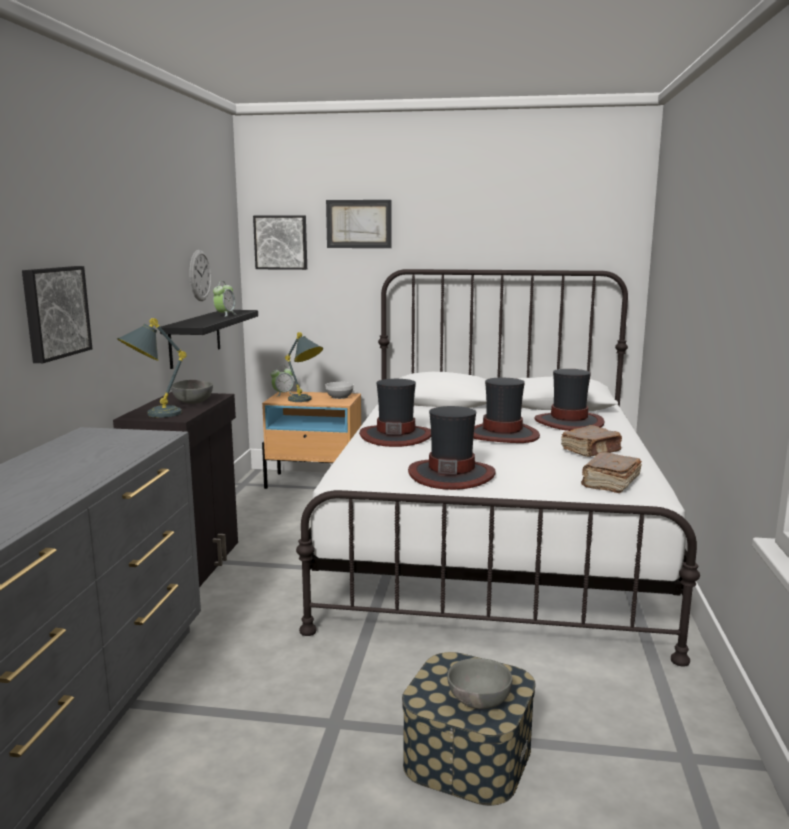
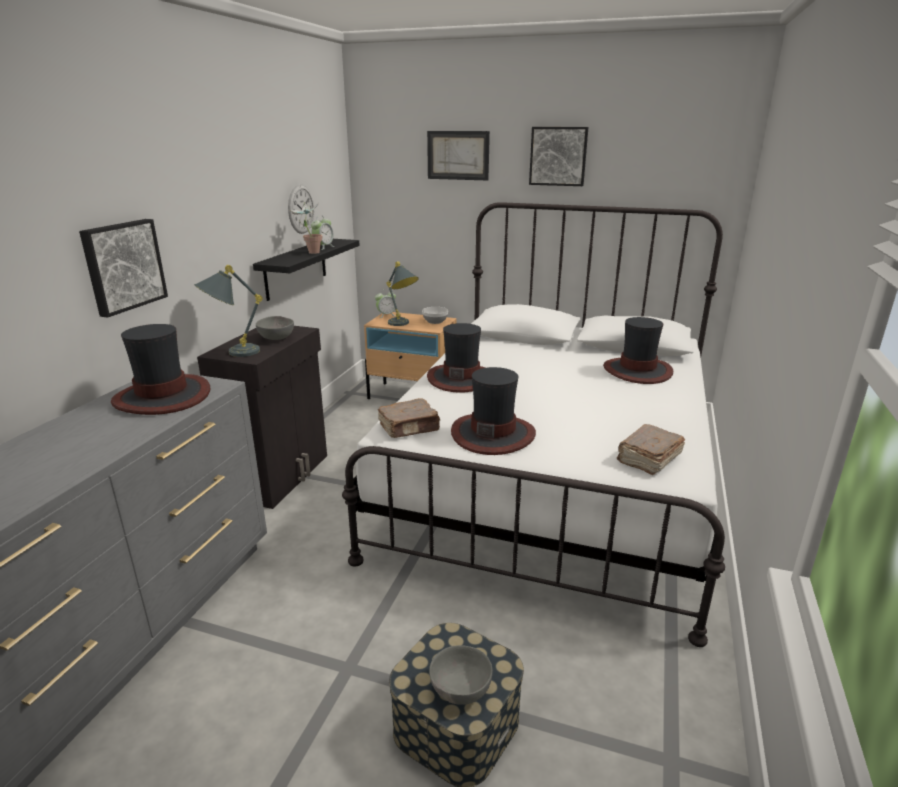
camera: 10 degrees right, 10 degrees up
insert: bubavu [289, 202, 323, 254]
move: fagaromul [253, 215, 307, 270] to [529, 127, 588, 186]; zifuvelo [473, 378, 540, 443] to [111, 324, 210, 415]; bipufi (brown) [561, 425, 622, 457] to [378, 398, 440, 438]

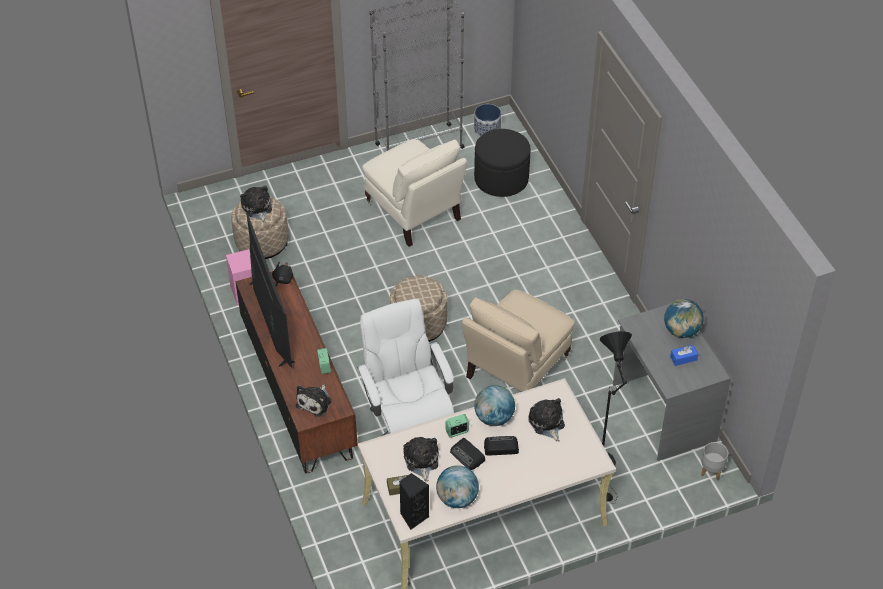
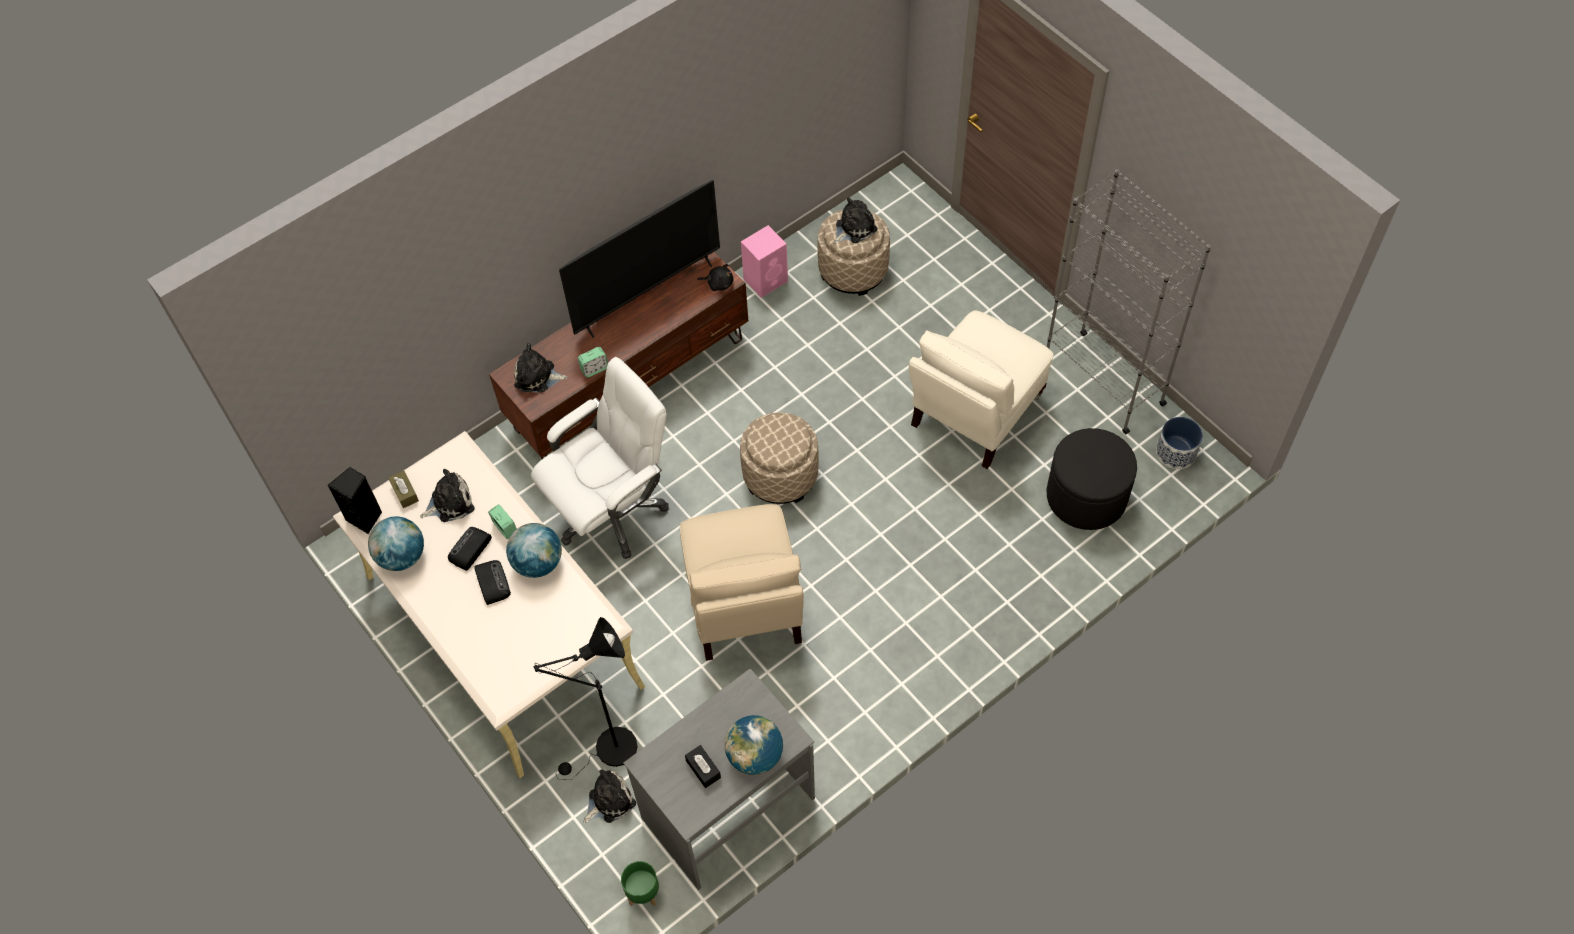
camera: 75 degrees right, 10 degrees up
move: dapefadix [528, 398, 565, 442] to [584, 769, 636, 823]
recolor: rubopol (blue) [670, 345, 698, 366] to rubopol (black) [685, 745, 721, 788]; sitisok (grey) [701, 442, 728, 481] to sitisok (green) [621, 861, 659, 906]
rotate: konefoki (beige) [462, 290, 575, 392] = [680, 504, 804, 661] 120 degrees counterclockwise

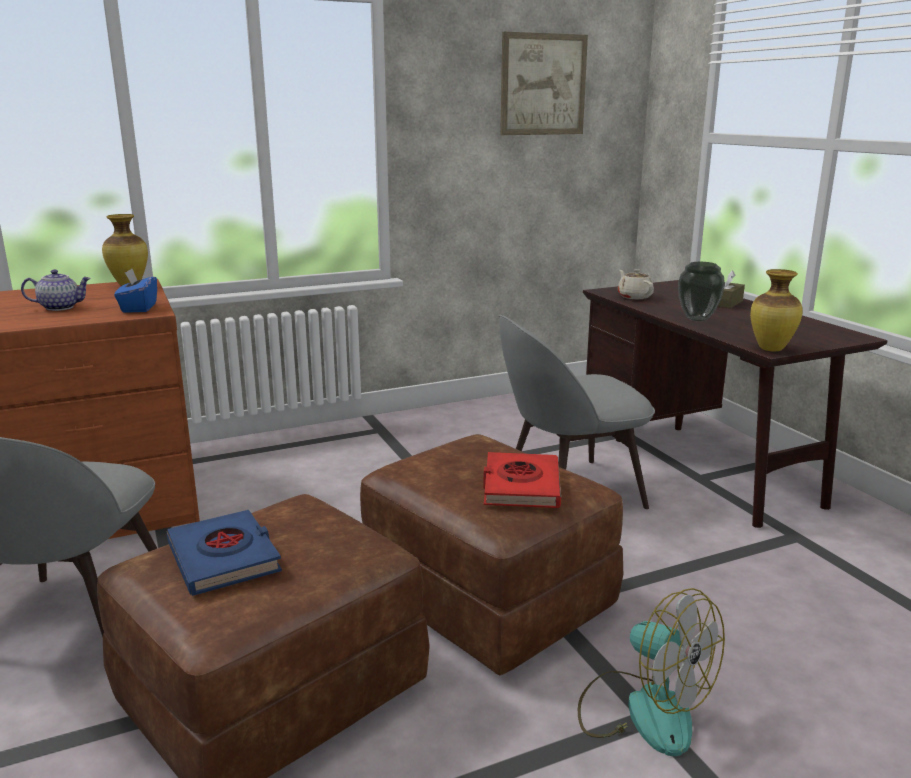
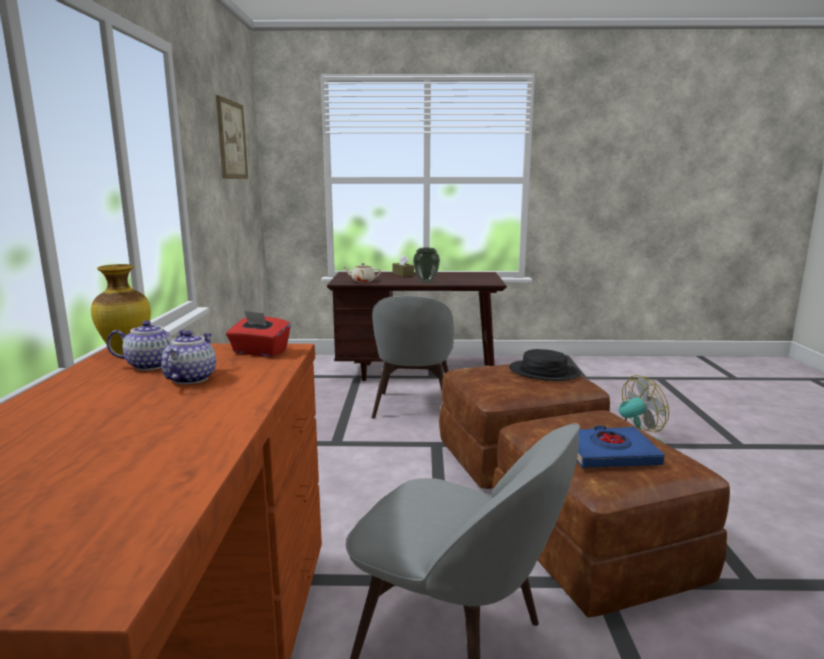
camera: 65 degrees left, 5 degrees down
delete: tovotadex [750, 269, 803, 351]
insert: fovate [107, 321, 187, 371]
replace: bipufi (red) [483, 452, 561, 508] to zifuvelo (black) [509, 349, 581, 381]
recolor: rubopol (blue) [114, 268, 157, 313] to rubopol (red) [226, 311, 291, 357]

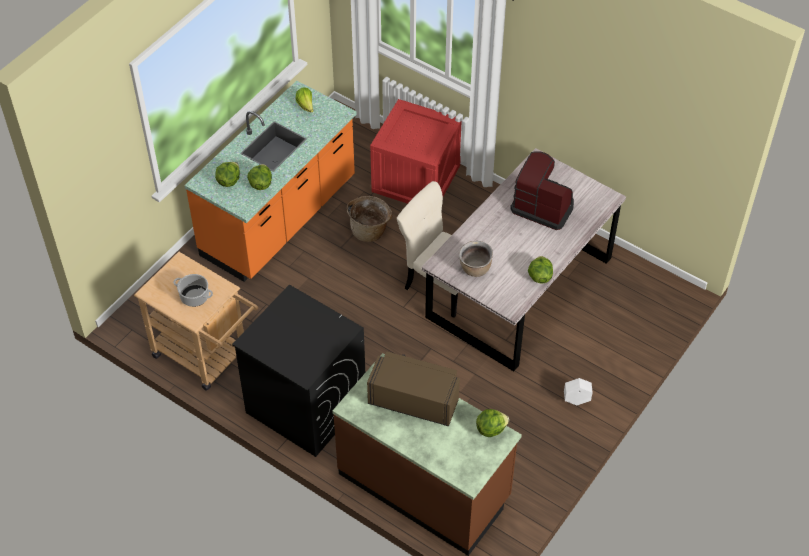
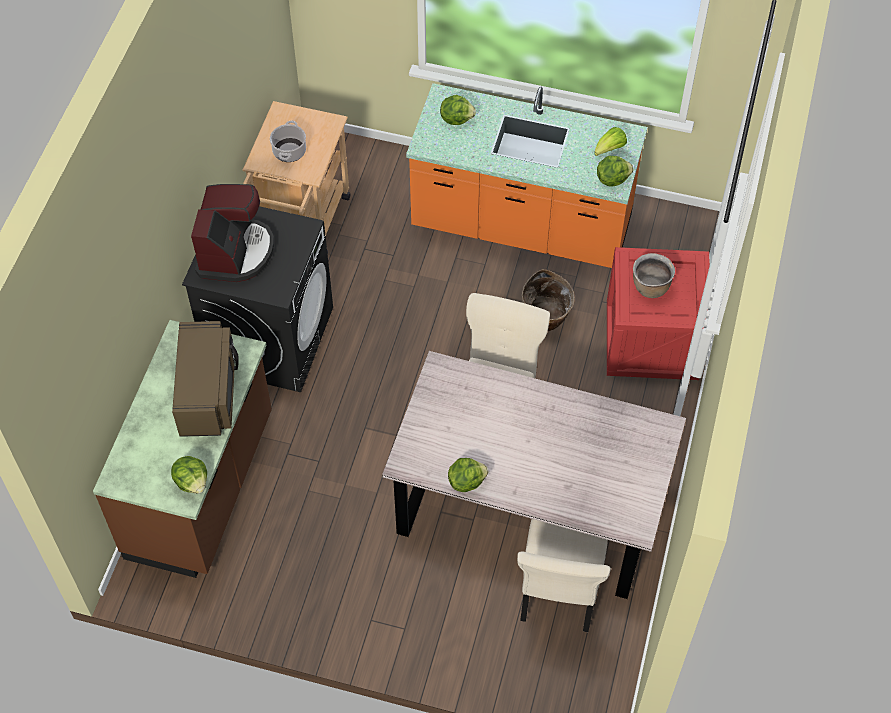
camera: 70 degrees right, 5 degrees up
delete: sitisok (white) [564, 378, 593, 405]
insert: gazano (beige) [517, 519, 611, 632]
move: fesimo [247, 164, 272, 190] to [597, 156, 634, 187]; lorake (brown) [459, 241, 493, 277] to [633, 253, 675, 298]; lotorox [510, 151, 574, 230] to [191, 184, 274, 282]

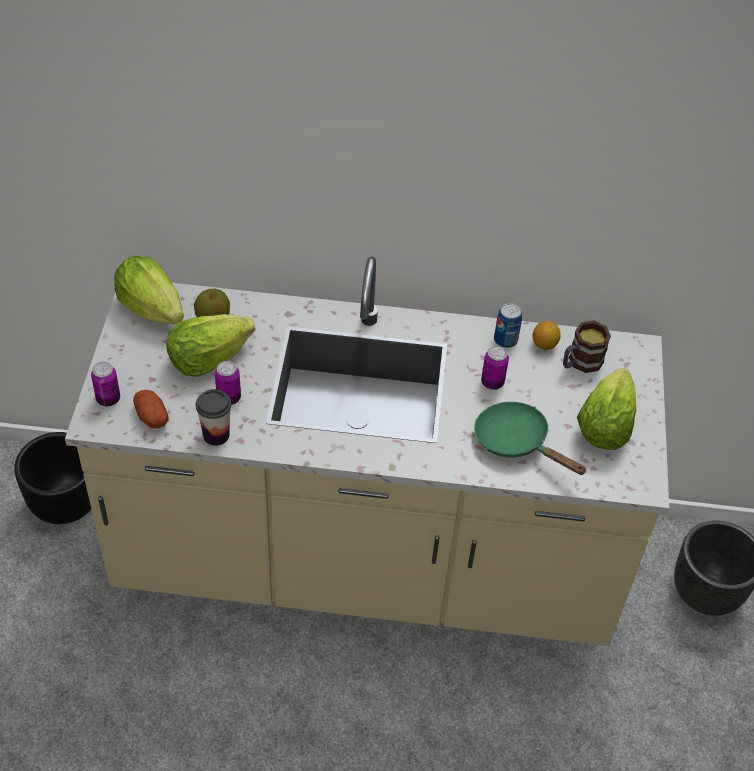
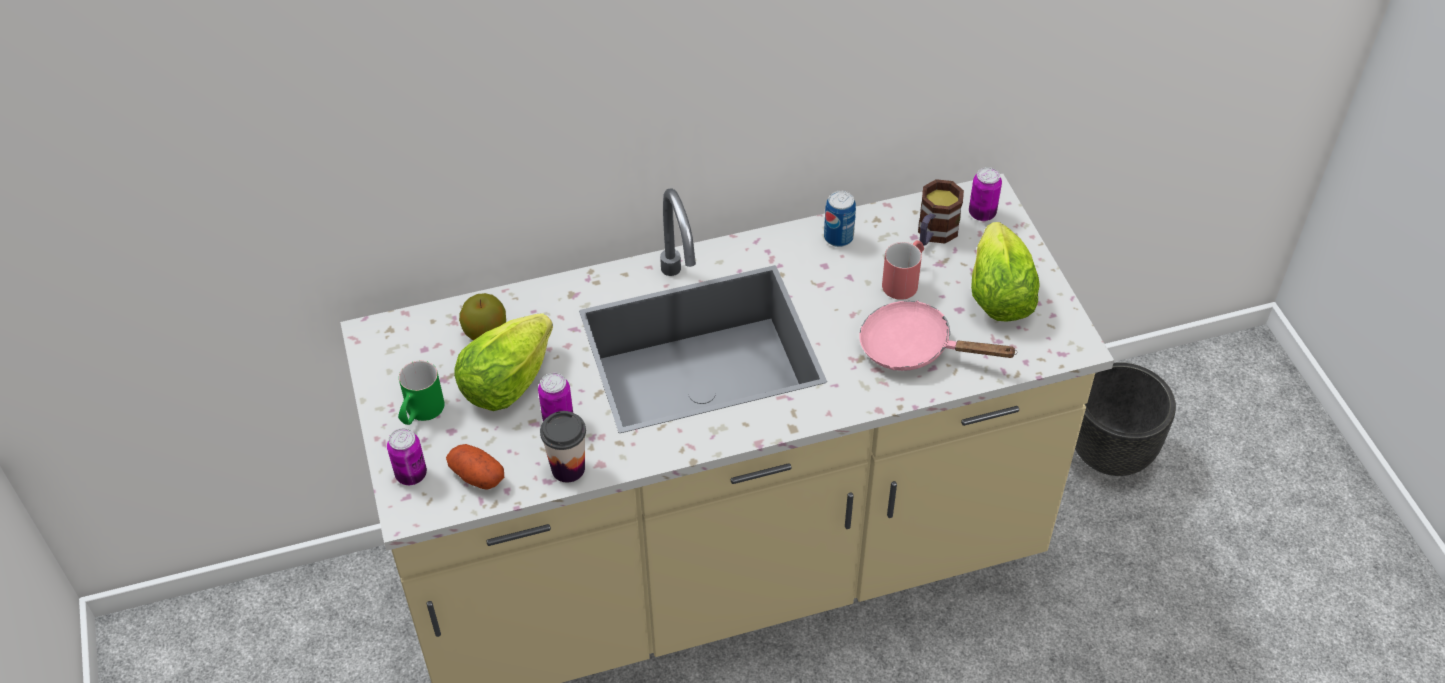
camera: 20 degrees left, 0 degrees up
delete: sitisok (black) [14, 432, 91, 524]; fesimo [114, 256, 184, 324]; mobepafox [532, 321, 561, 350]
insert: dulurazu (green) [398, 361, 444, 425]; dulurazu (red) [882, 240, 924, 300]
move: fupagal [481, 346, 509, 390] to [969, 167, 1002, 221]
recolor: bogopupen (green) [474, 402, 587, 475] to bogopupen (pink) [859, 300, 1018, 371]

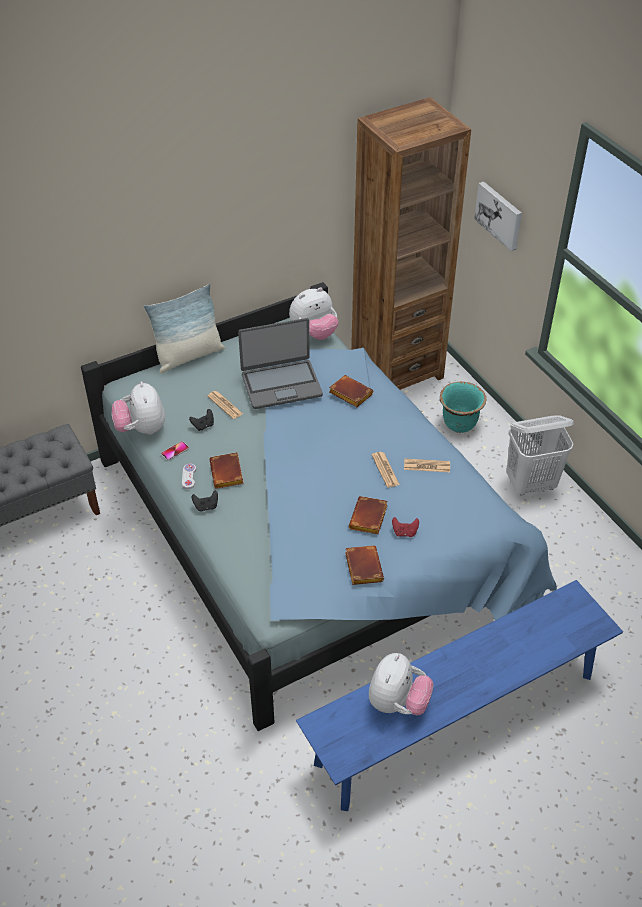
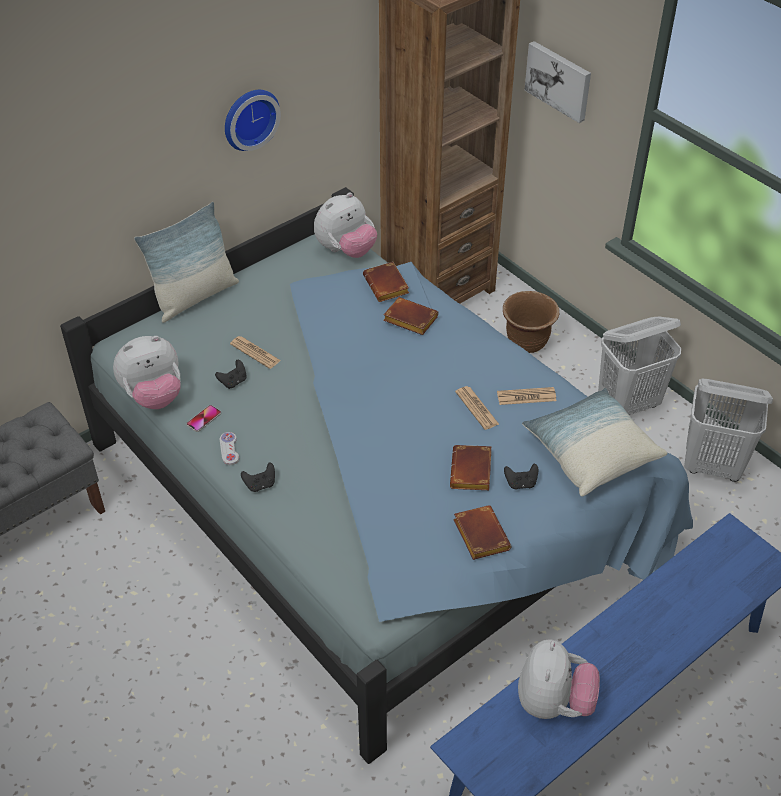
camera: 10 degrees left, 0 degrees up
delete: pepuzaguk [238, 318, 323, 409]
insert: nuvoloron [225, 90, 281, 151]; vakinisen [522, 388, 668, 496]; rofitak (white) [684, 379, 773, 482]
move: bipufi (brown) [209, 452, 244, 489] to [363, 262, 409, 302]
recolor: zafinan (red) [392, 517, 419, 537] to zafinan (black) [504, 464, 538, 490]; sitisok (turquoise) [440, 382, 486, 433] to sitisok (brown) [503, 291, 559, 353]
rotate: dapefadix [112, 381, 165, 435] = [113, 336, 181, 409] 90 degrees counterclockwise

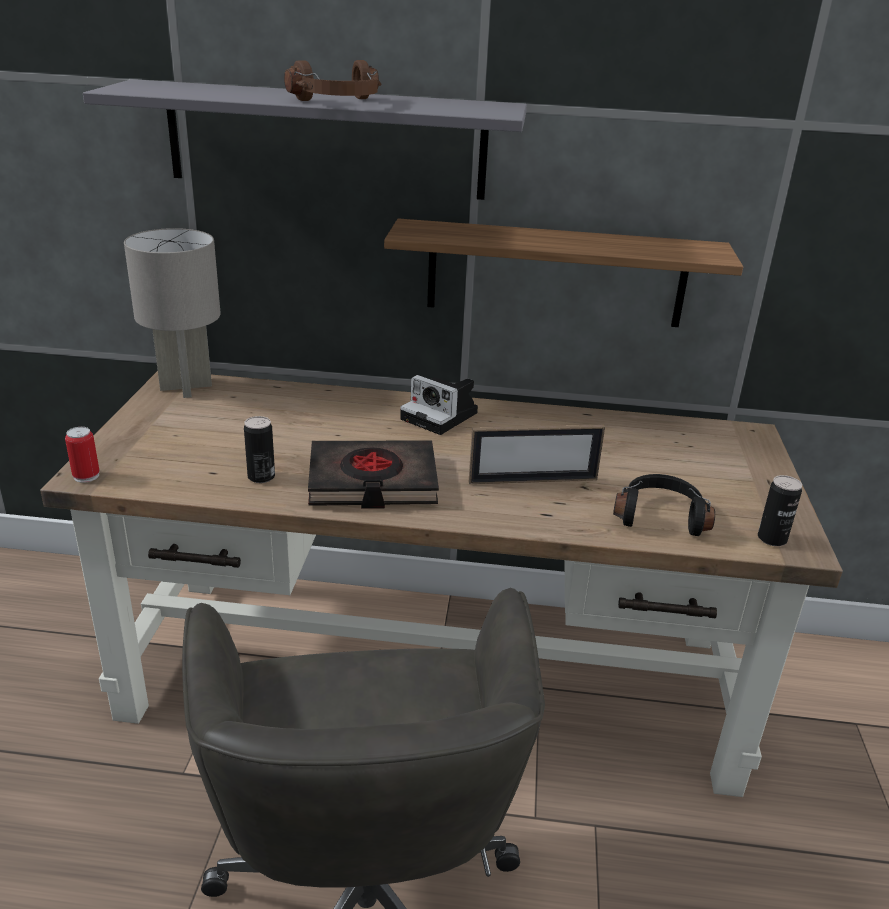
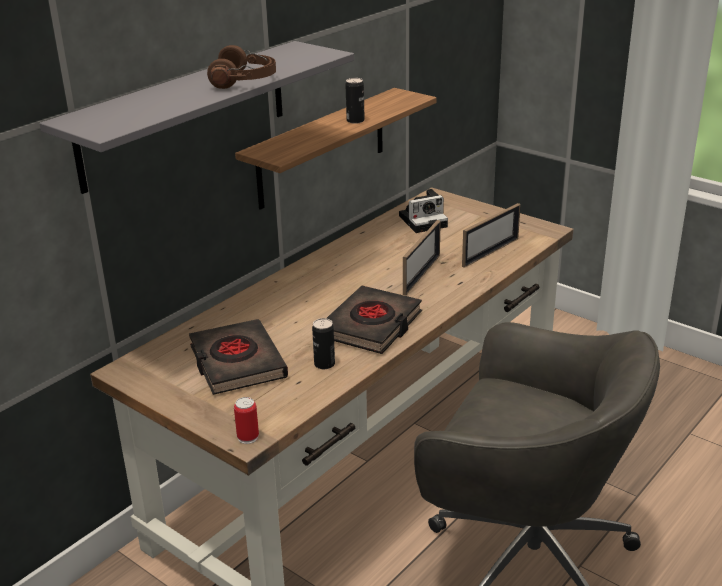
camera: 55 degrees left, 0 degrees up
delete: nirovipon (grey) [124, 228, 221, 398]
insert: bipufi (black) [189, 319, 288, 395]
move: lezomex [400, 375, 478, 435] to [399, 189, 448, 233]; fupagal [758, 475, 802, 546] to [345, 78, 365, 124]
replace: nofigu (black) [613, 474, 715, 536] to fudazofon [462, 203, 521, 268]

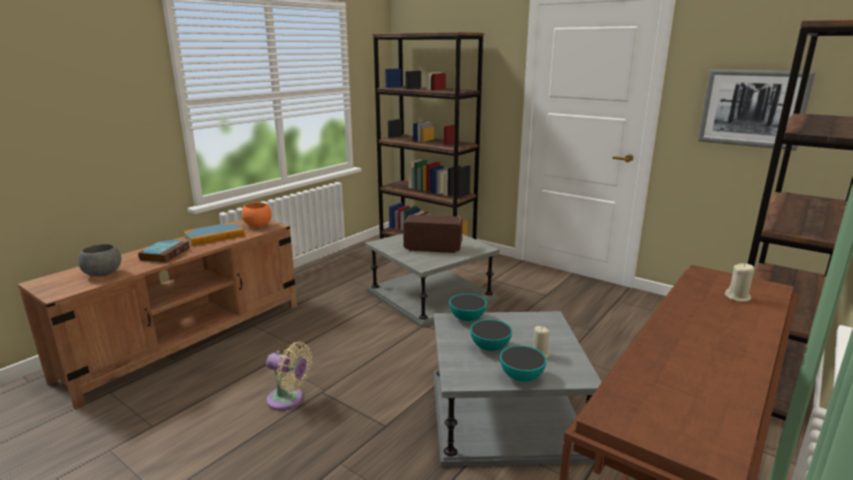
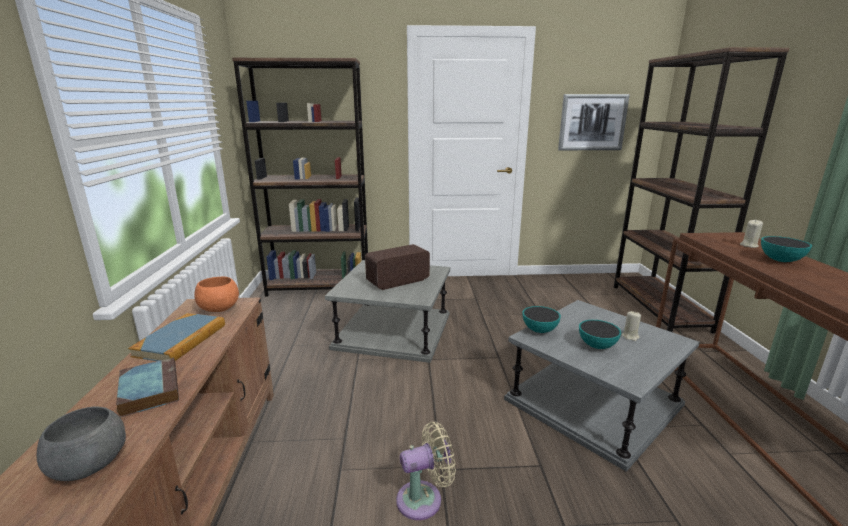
camera: 40 degrees left, 0 degrees up
move: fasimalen [500, 346, 547, 382] to [761, 236, 812, 262]

